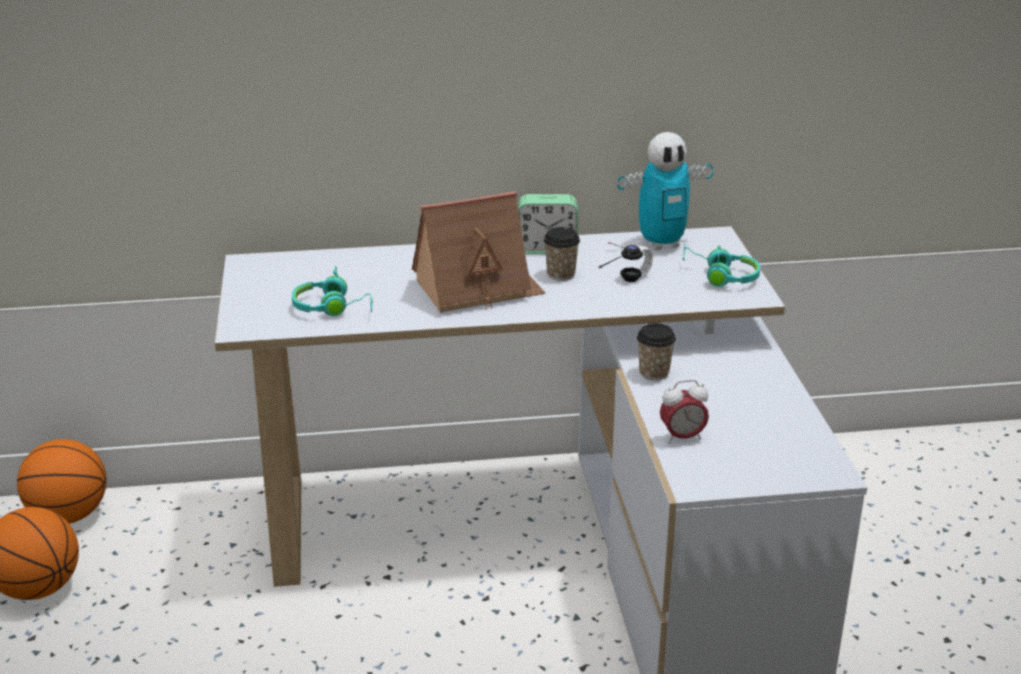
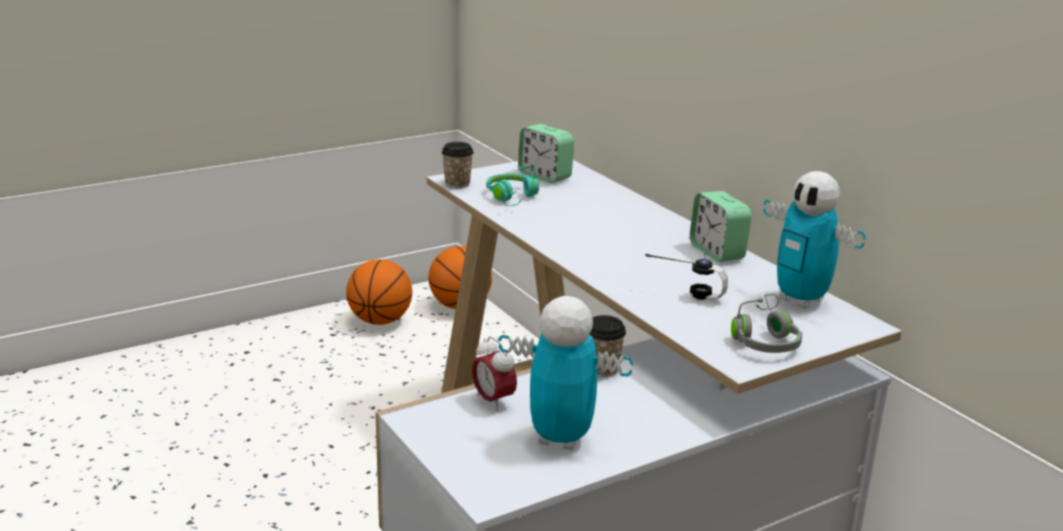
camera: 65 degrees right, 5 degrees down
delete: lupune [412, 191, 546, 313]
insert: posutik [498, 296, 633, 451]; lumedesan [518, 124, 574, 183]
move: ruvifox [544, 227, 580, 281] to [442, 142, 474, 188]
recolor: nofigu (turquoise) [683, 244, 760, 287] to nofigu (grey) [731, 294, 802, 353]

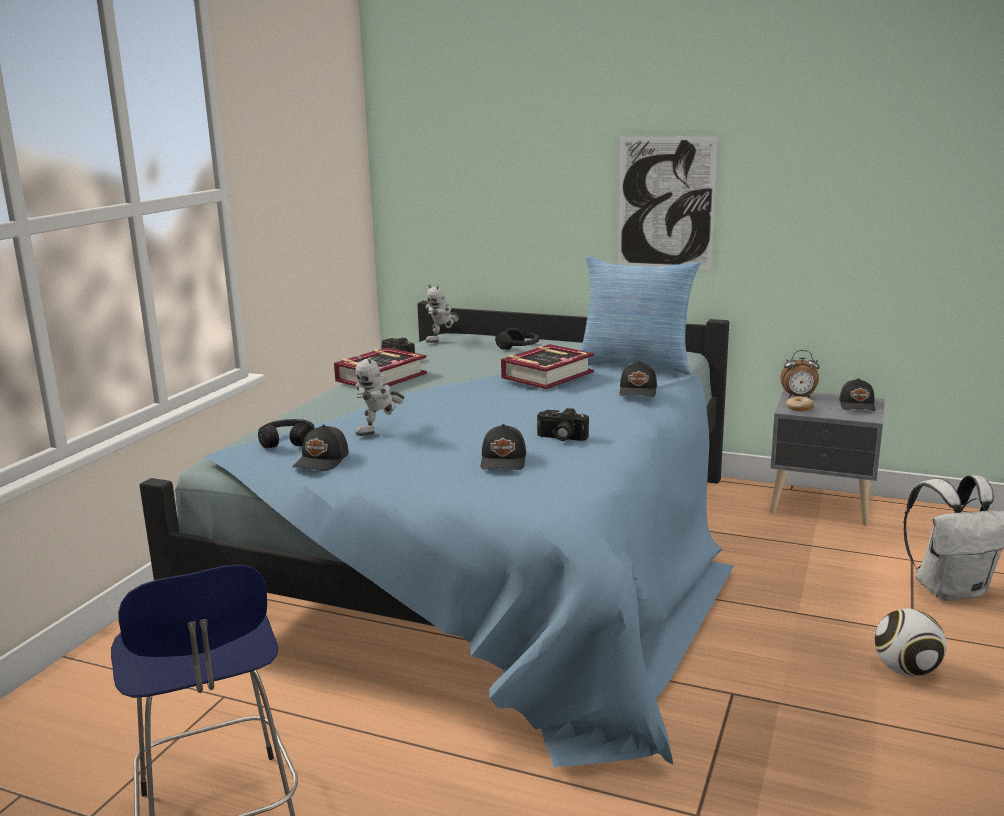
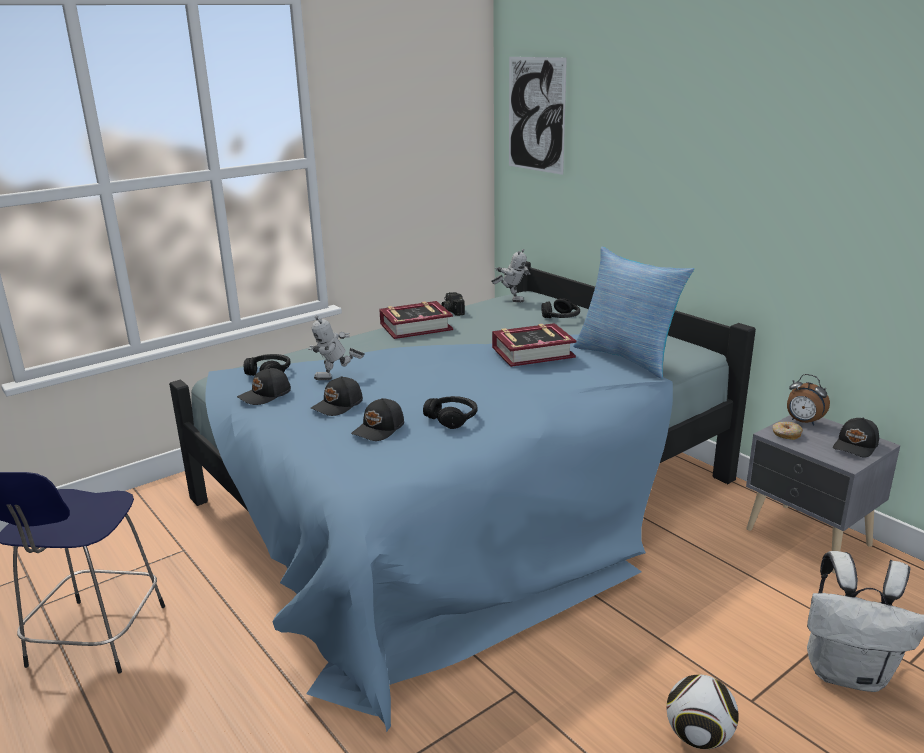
camera: 30 degrees right, 5 degrees up
move: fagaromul [618, 136, 717, 269] to [509, 57, 567, 175]; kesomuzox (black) [619, 361, 657, 397] to [311, 376, 363, 416]
replace: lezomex [537, 408, 589, 441] to nofigu (black) [423, 396, 477, 429]
rotate: posutik [426, 284, 459, 343] = [491, 249, 530, 302] 120 degrees counterclockwise

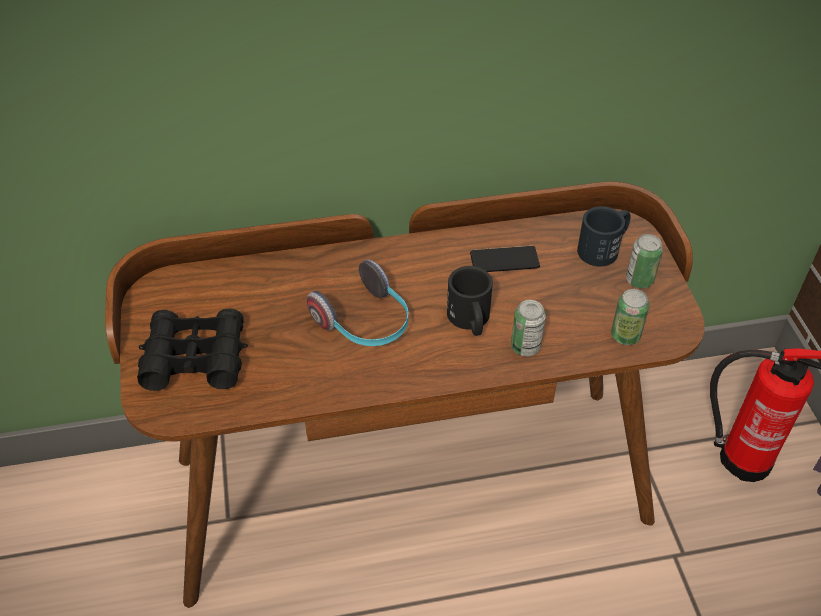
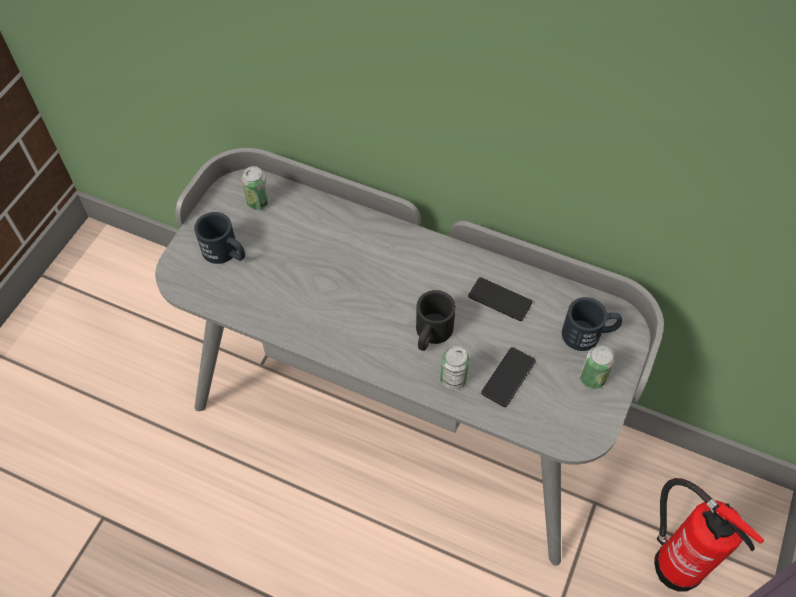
camera: 35 degrees right, 10 degrees up
delete: nofigu [307, 260, 408, 346]
insert: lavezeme [481, 347, 536, 407]
move: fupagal [611, 289, 649, 345] to [241, 166, 270, 210]
replace: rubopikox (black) [137, 309, 248, 391] to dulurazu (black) [194, 212, 245, 264]
recolor: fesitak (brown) [105, 181, 705, 608] to fesitak (grey) [155, 148, 664, 566]

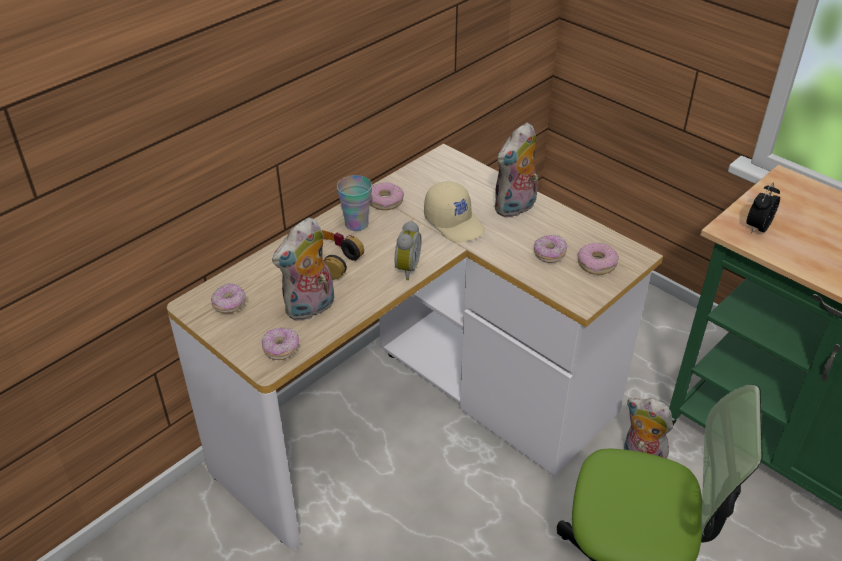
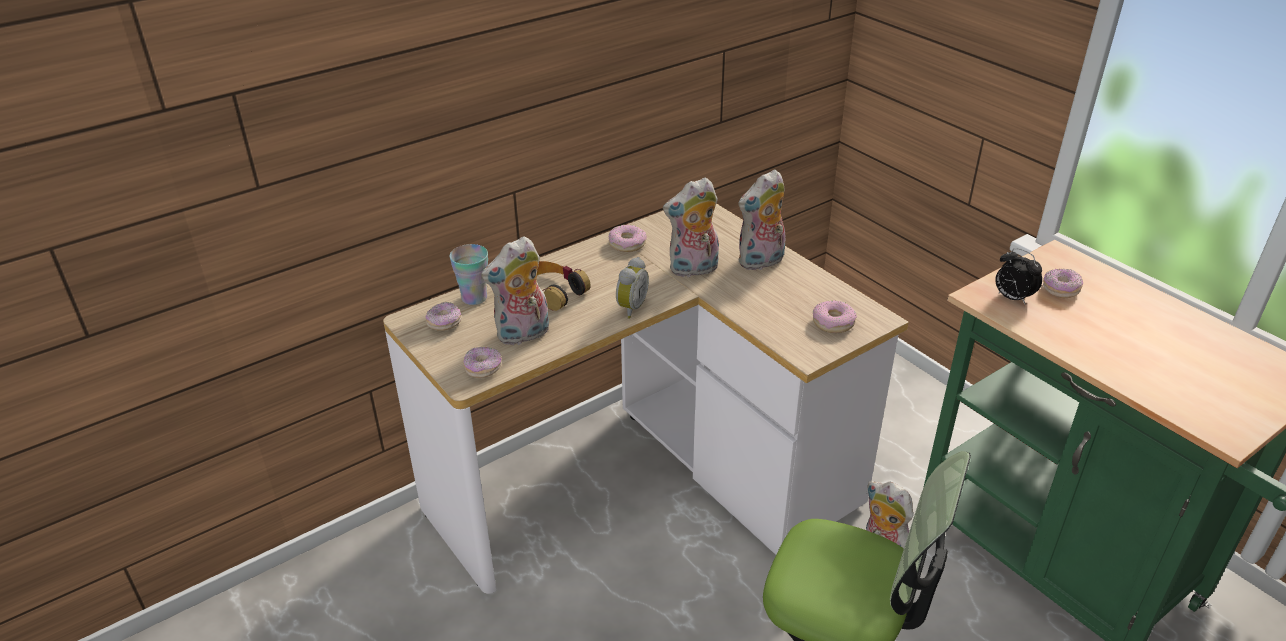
camera: 10 degrees right, 5 degrees down
move: ruvifox [337, 175, 372, 231] to [449, 244, 488, 305]; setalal [534, 235, 567, 263] to [1043, 269, 1083, 298]
replace: kesomuzox (beige) [424, 181, 485, 242] to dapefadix [663, 178, 719, 277]
rotate: lumedesan [747, 182, 780, 233] = [995, 248, 1042, 304] 90 degrees counterclockwise

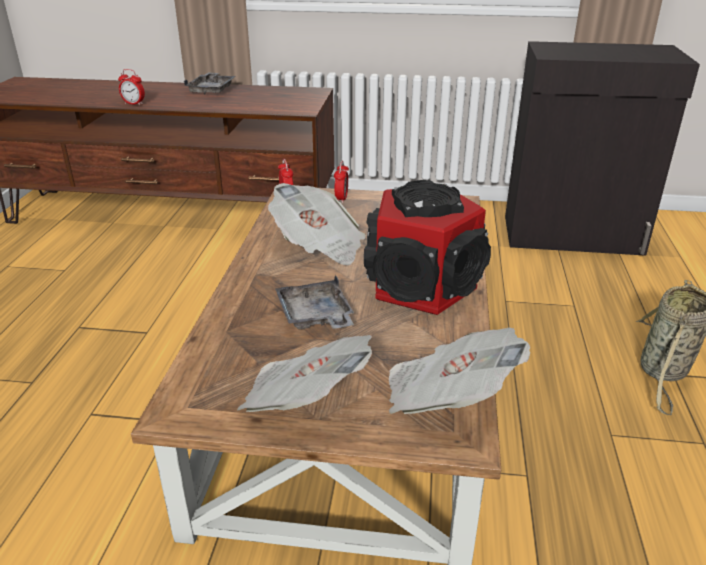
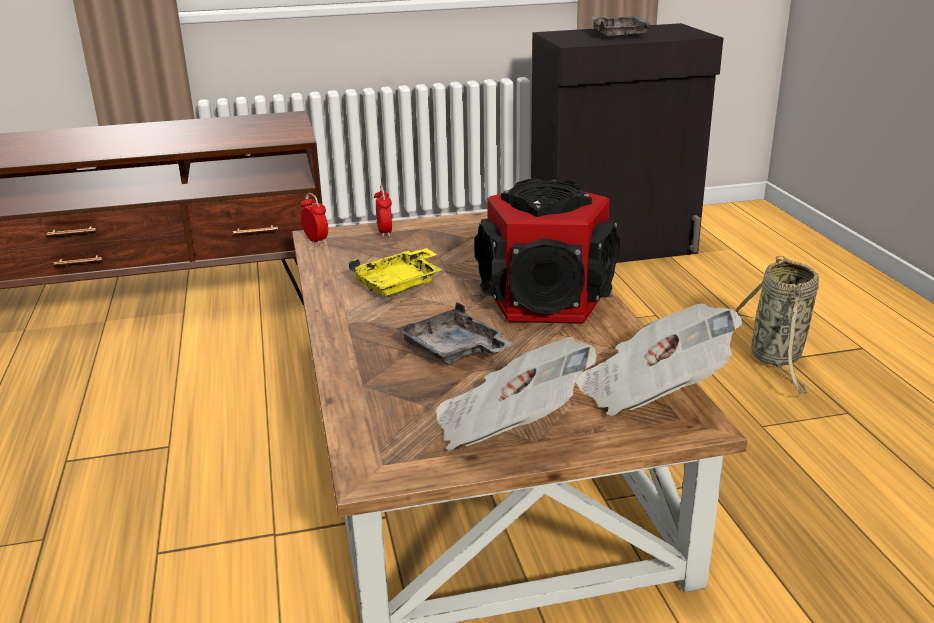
camera: 20 degrees left, 5 degrees down
delete: lumedesan [118, 69, 145, 105]
move: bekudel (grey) [184, 72, 236, 94] to [591, 16, 651, 37]
replace: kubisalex [268, 183, 366, 265] to bekudel (yellow) [349, 248, 442, 296]

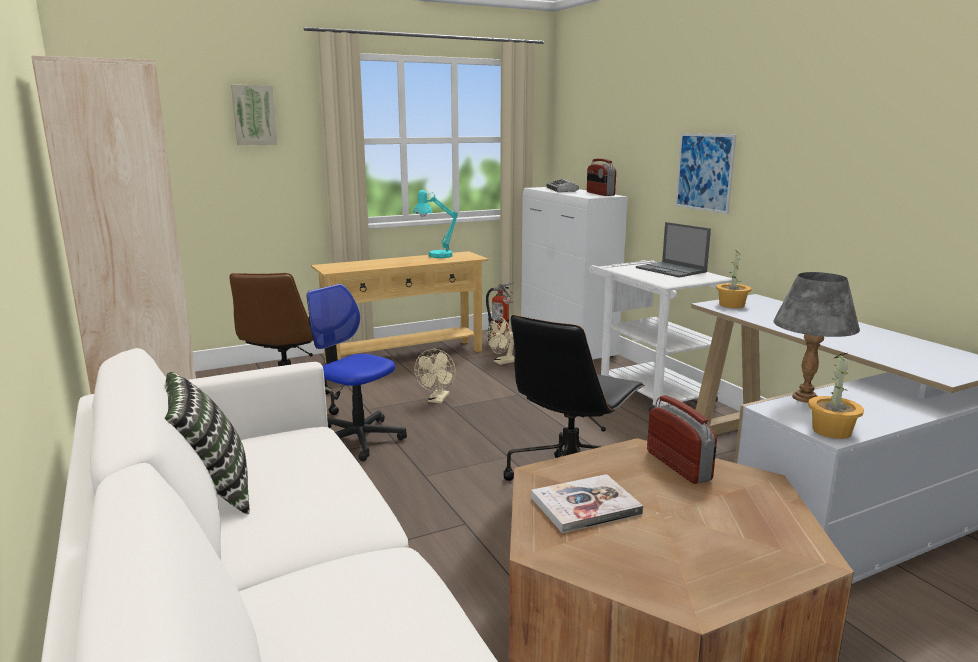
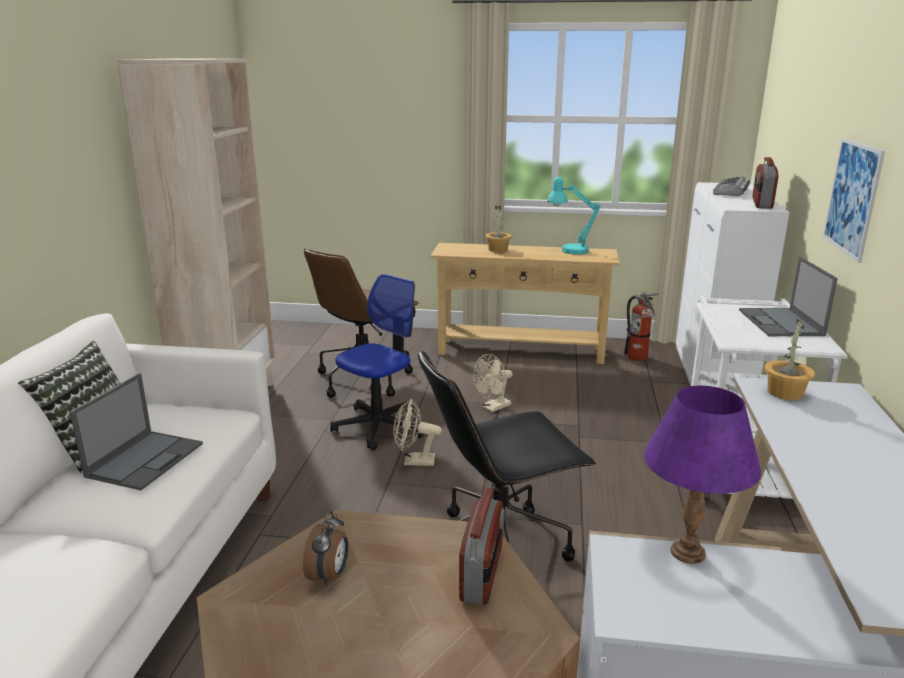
camera: 35 degrees right, 5 degrees up
delete: fagaromul [231, 85, 277, 145]
insert: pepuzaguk [70, 373, 203, 490]
move: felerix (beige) [487, 317, 515, 365] to [393, 399, 442, 466]; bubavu [808, 353, 864, 439] to [485, 206, 512, 252]
replace: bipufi [531, 474, 643, 533] to lumedesan [303, 511, 348, 586]
recolor: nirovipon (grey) [773, 272, 860, 403] to nirovipon (purple) [644, 386, 761, 564]
rotate: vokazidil [307, 284, 407, 461] = [330, 274, 424, 451] 60 degrees clockwise

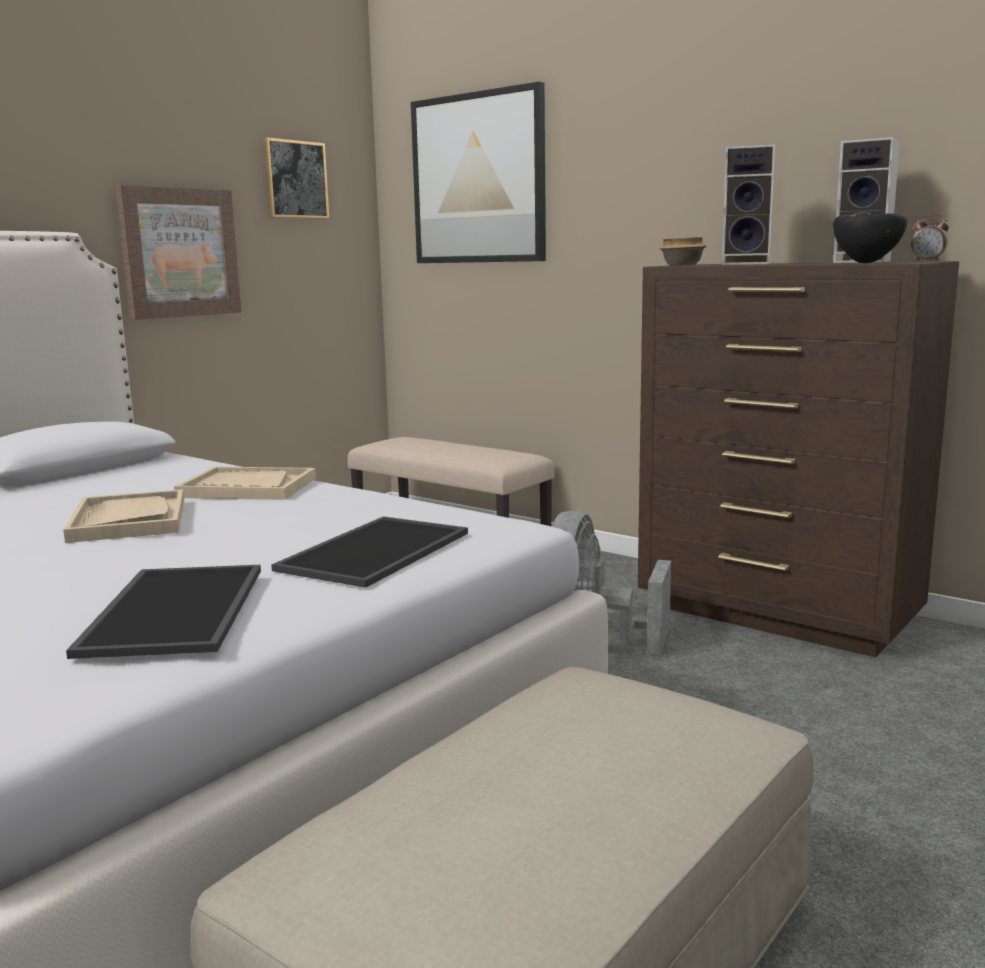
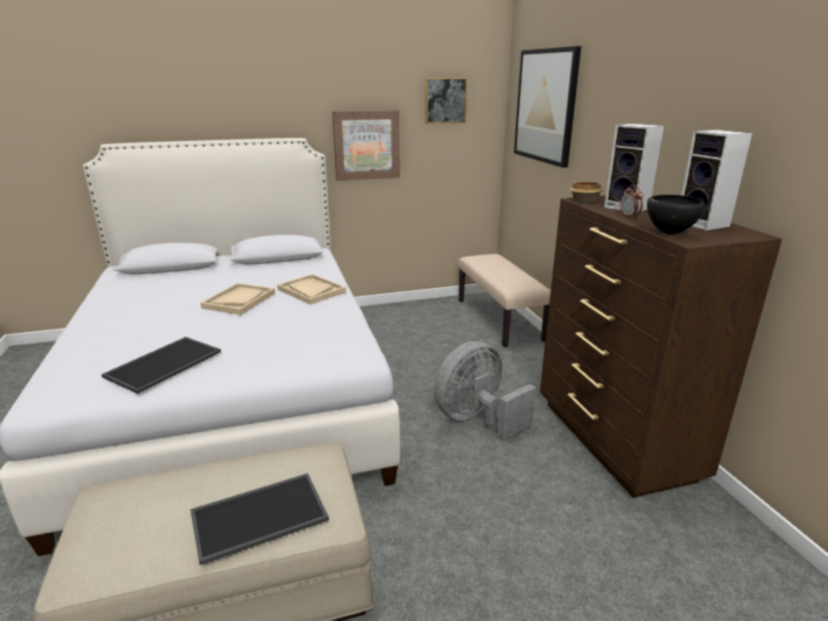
camera: 35 degrees right, 10 degrees up
move: bekudel [271, 516, 468, 588] to [190, 473, 329, 565]; lumedesan [911, 214, 949, 262] to [620, 185, 643, 219]

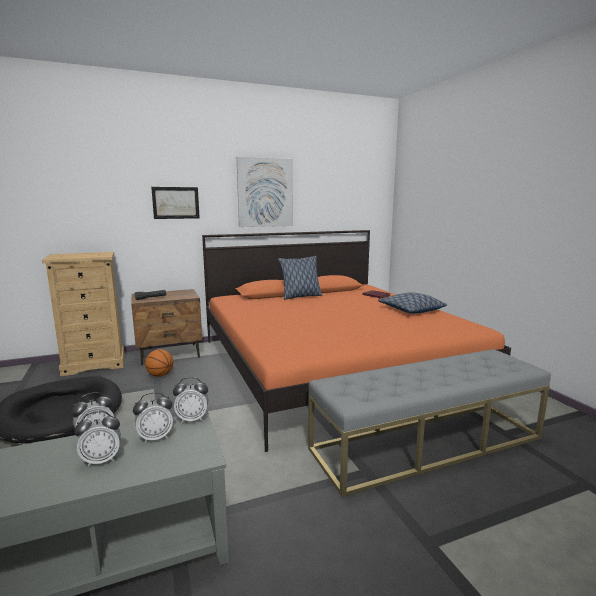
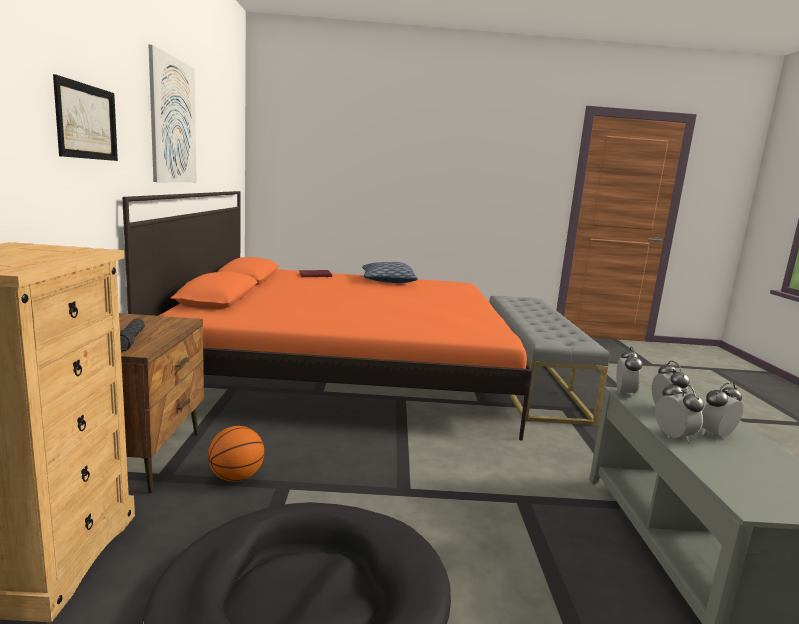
camera: 70 degrees left, 0 degrees up
delete: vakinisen [278, 256, 322, 300]
rotate: lumedesan [74, 411, 121, 467] = [702, 382, 743, 439] 120 degrees counterclockwise

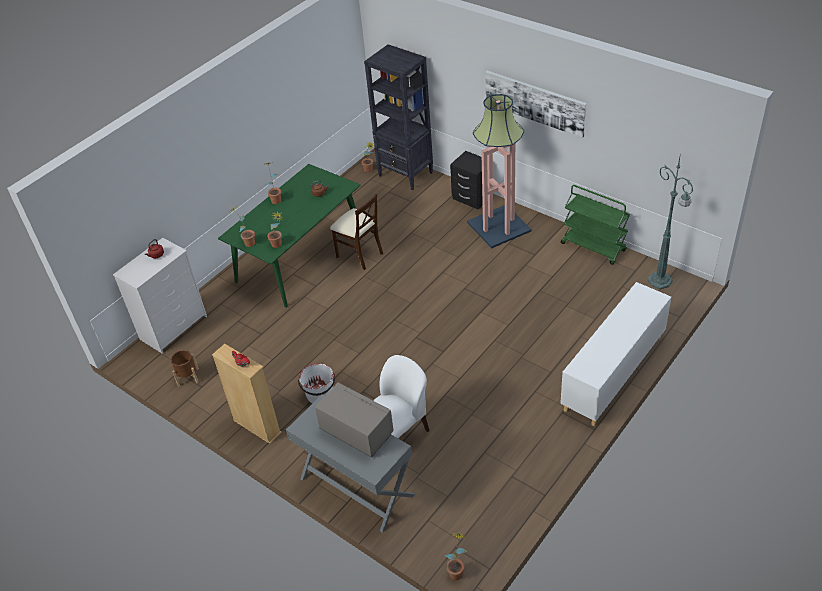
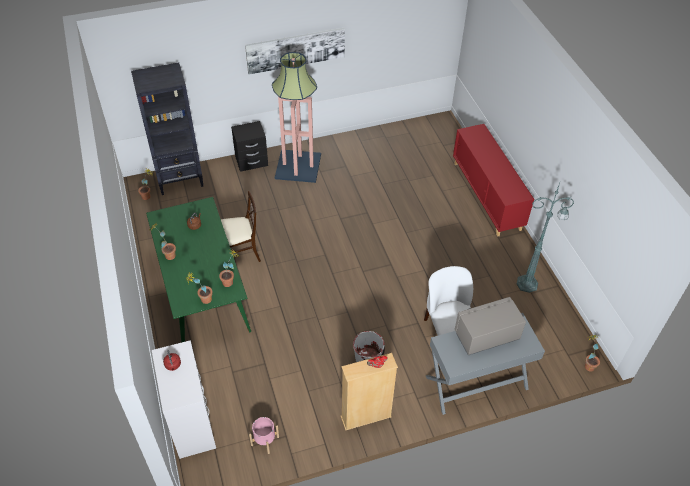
camera: 60 degrees left, 5 degrees up
delete: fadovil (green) [561, 185, 630, 264]
move: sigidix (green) [647, 153, 693, 289] to [517, 183, 574, 293]
recolor: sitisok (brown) [171, 350, 199, 387] to sitisok (pink) [249, 417, 279, 454]; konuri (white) [560, 282, 671, 426] to konuri (red) [453, 124, 534, 237]

